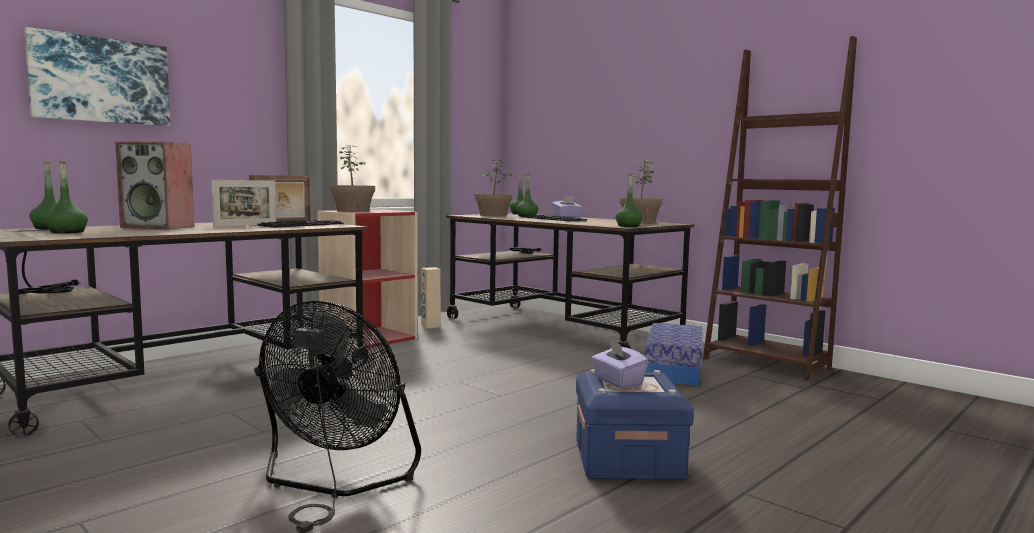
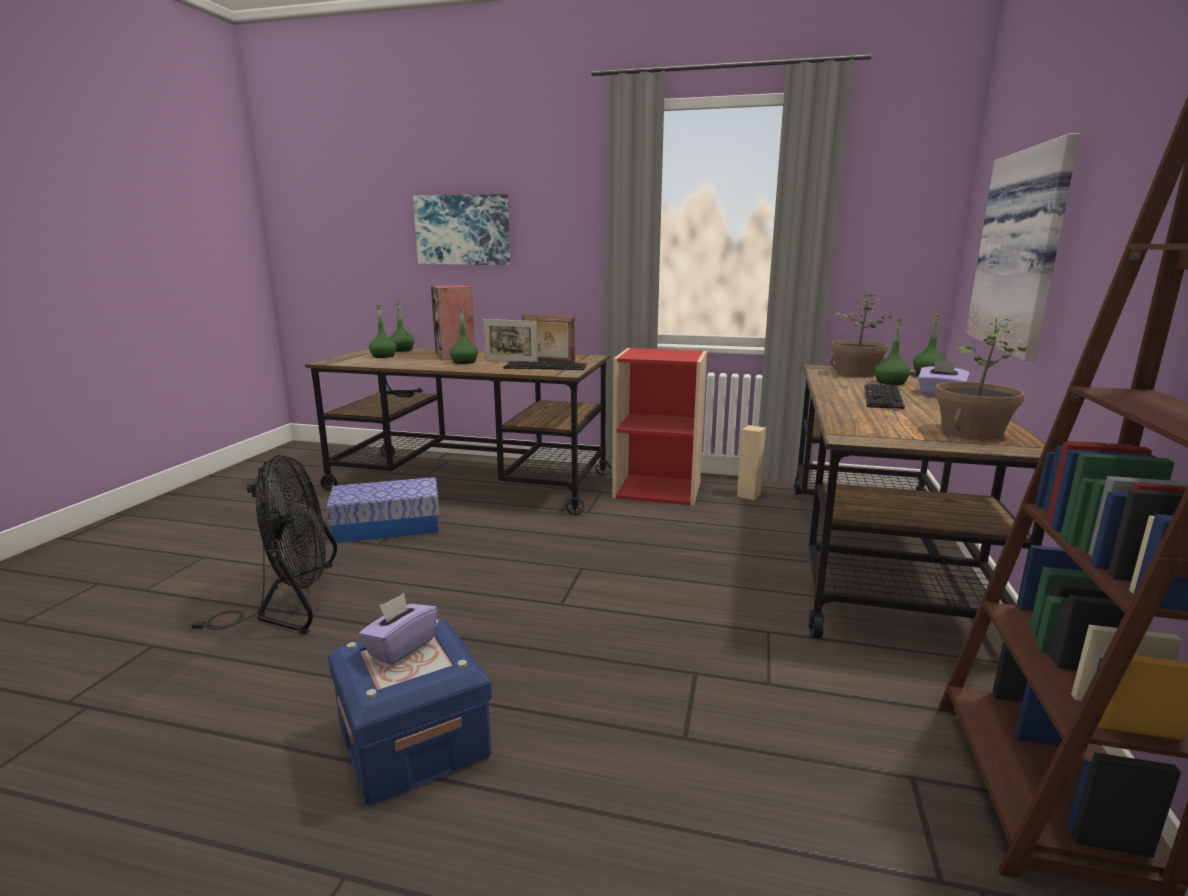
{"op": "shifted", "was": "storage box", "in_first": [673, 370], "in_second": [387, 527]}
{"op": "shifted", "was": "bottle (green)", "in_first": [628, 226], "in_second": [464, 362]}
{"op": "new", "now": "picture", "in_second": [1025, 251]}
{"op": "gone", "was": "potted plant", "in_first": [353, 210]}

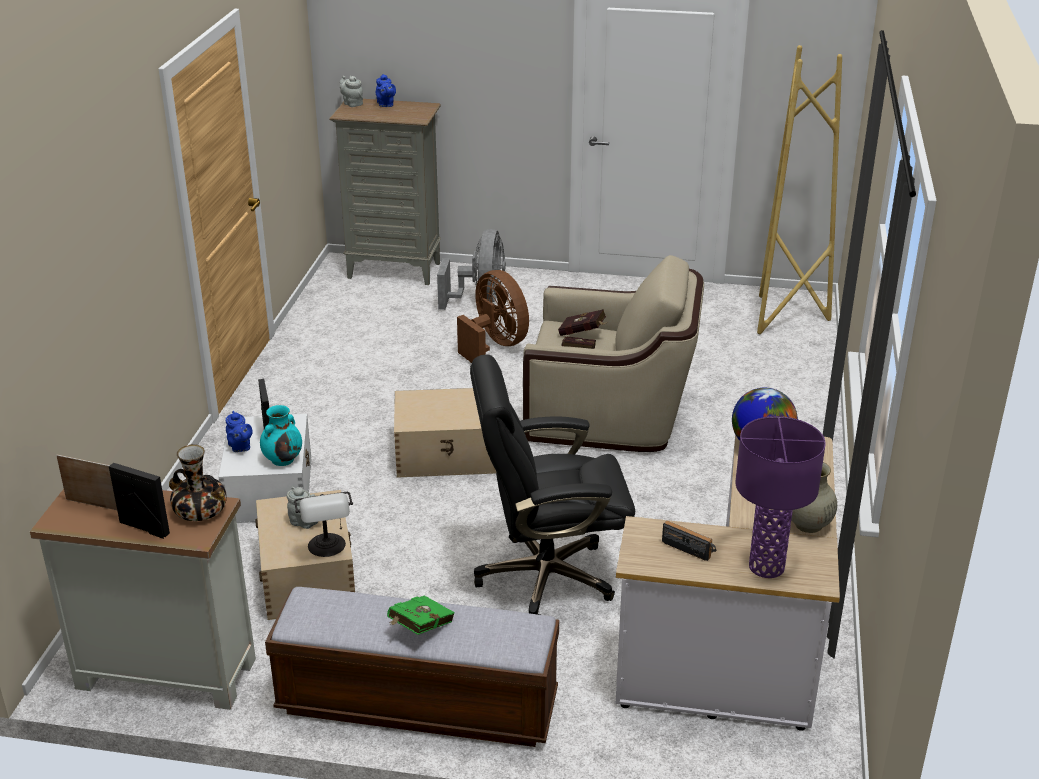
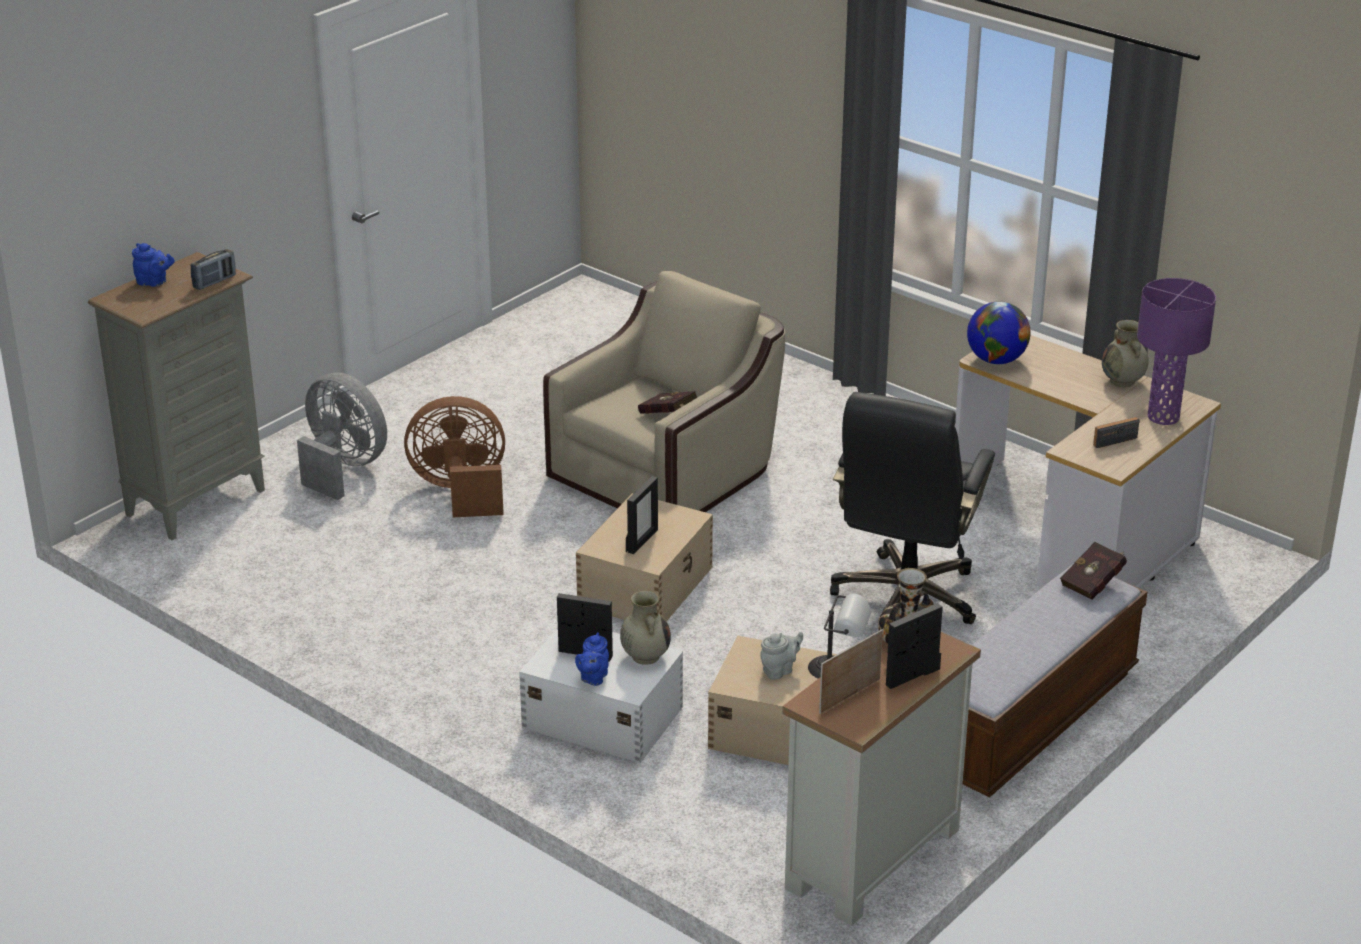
{"op": "new", "now": "radio", "in_second": [214, 282]}
{"op": "rotated", "was": "teapot (blue)", "in_first": [240, 447], "in_second": [593, 678], "clockwise": 105}
{"op": "repainted", "was": "vase (turquoise)", "now": "vase (beige)", "in_first": [283, 459], "in_second": [645, 656]}
{"op": "new", "now": "picture frame", "in_second": [642, 540]}
{"op": "shifted", "was": "book (red)", "in_first": [583, 334], "in_second": [1094, 583]}
{"op": "gone", "was": "teapot (grey)", "in_first": [352, 103]}
{"op": "gone", "was": "book (green)", "in_first": [419, 628]}
{"op": "gone", "was": "clothes rack (yellow)", "in_first": [783, 317]}

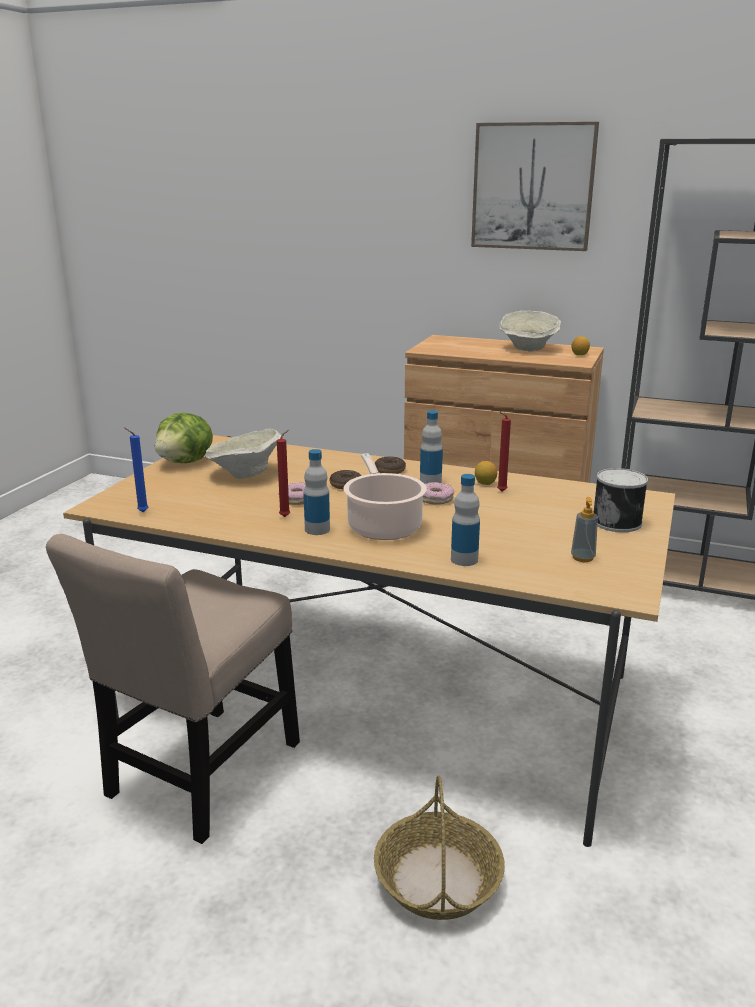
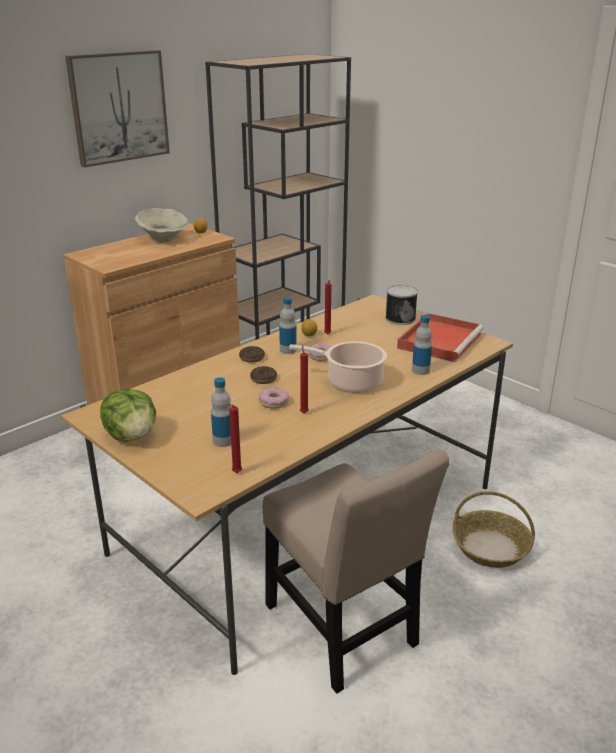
{"op": "shifted", "was": "bottle", "in_first": [317, 529], "in_second": [223, 441]}
{"op": "repainted", "was": "candle (blue)", "now": "candle (red)", "in_first": [141, 512], "in_second": [236, 474]}
{"op": "swapped", "was": "soap dispenser", "now": "tray (red)", "in_first": [582, 558], "in_second": [440, 340]}
{"op": "gone", "was": "bowl (beige)", "in_first": [245, 474]}

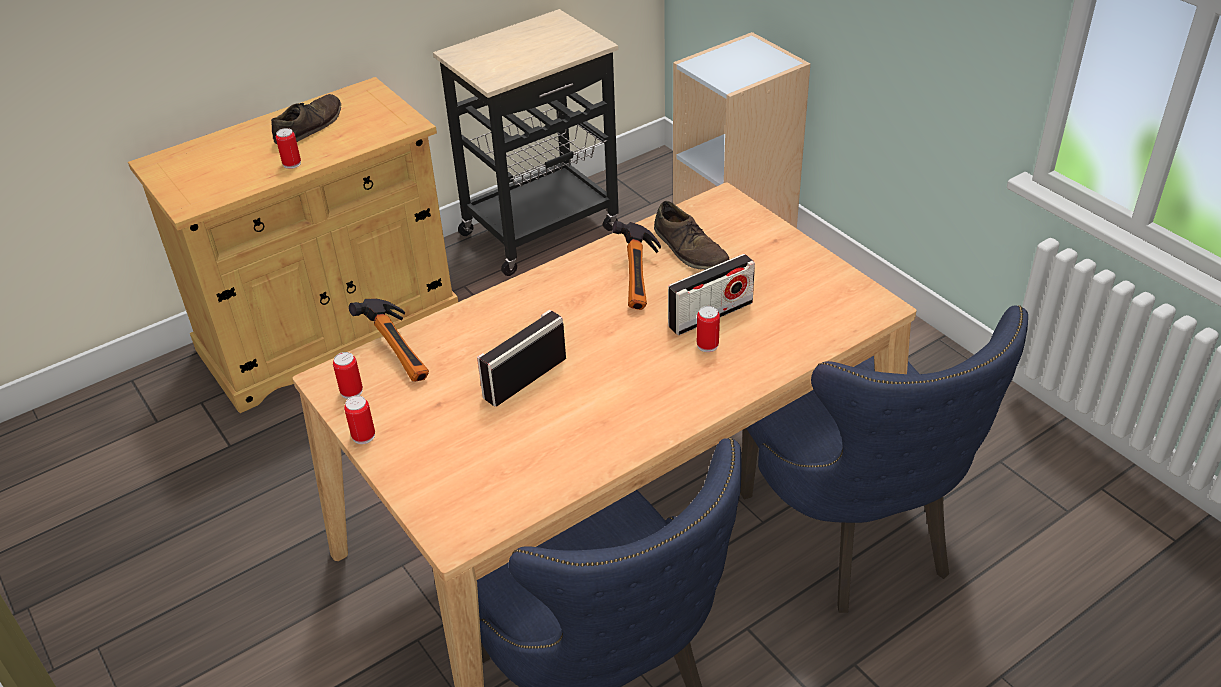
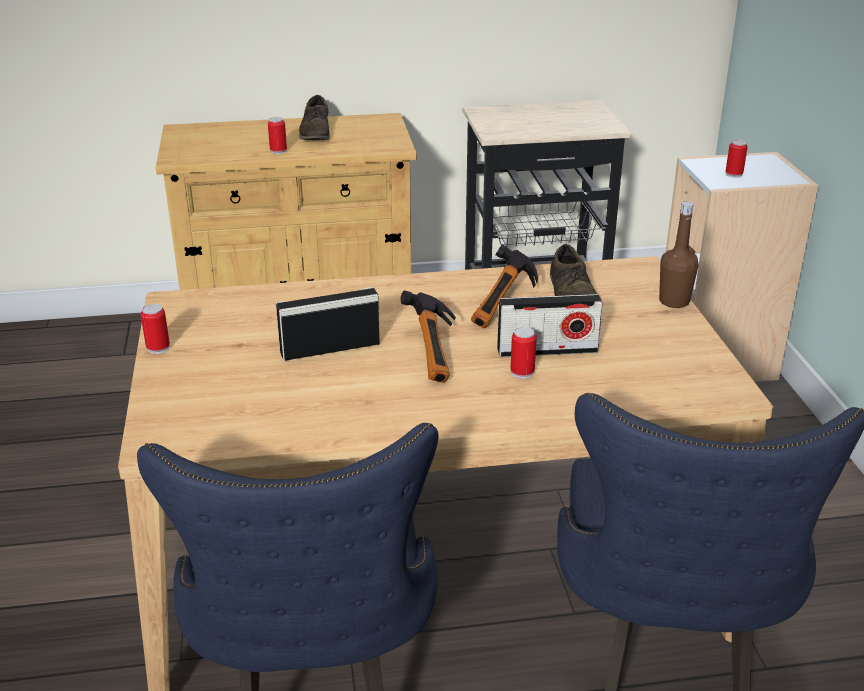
{"op": "rotated", "was": "shoe (brown)", "in_first": [309, 126], "in_second": [316, 131], "clockwise": 120}
{"op": "shifted", "was": "hammer", "in_first": [402, 351], "in_second": [437, 353]}
{"op": "new", "now": "bottle (brown)", "in_second": [674, 301]}
{"op": "shifted", "was": "can", "in_first": [351, 391], "in_second": [733, 174]}

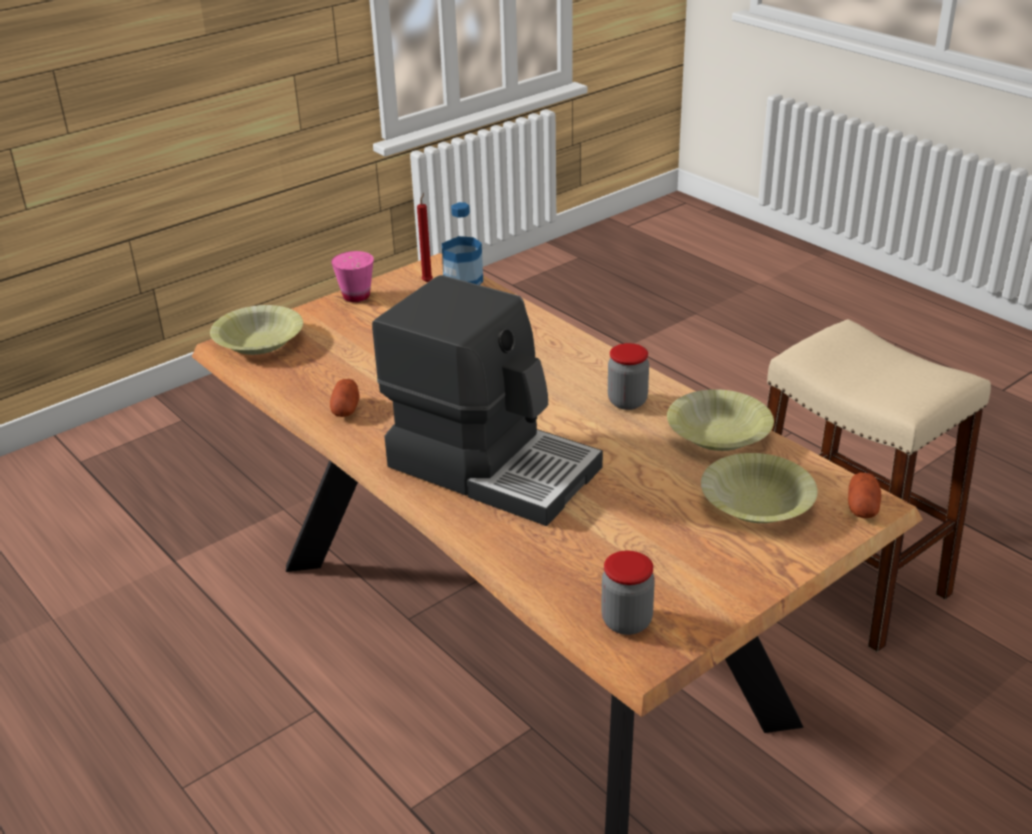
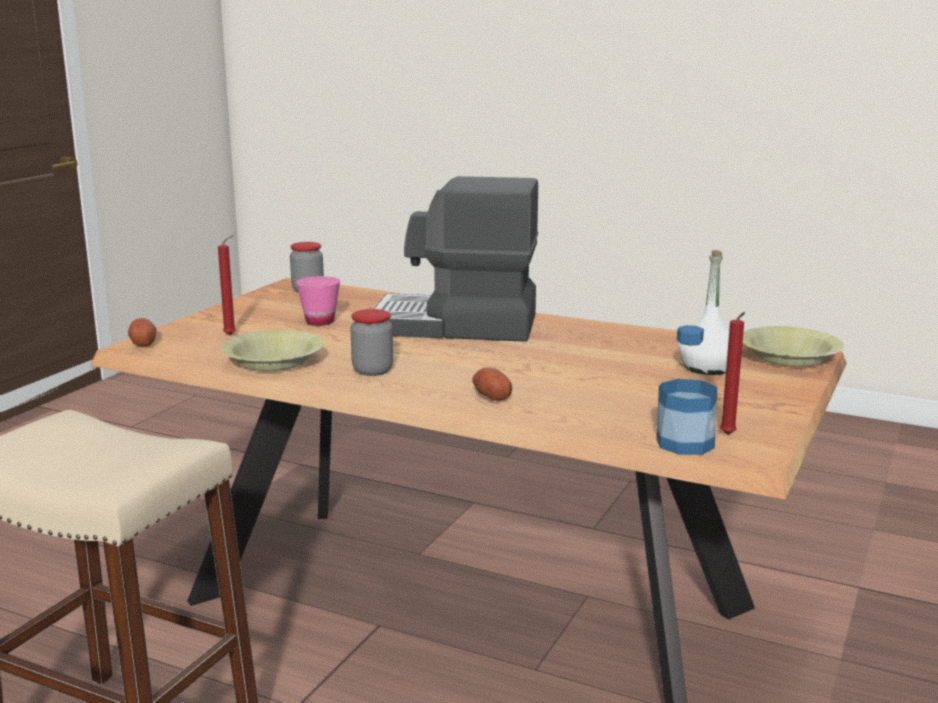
{"op": "swapped", "was": "bowl (yellow)", "now": "candle (red)", "in_first": [756, 503], "in_second": [232, 335]}
{"op": "shifted", "was": "cup (pink)", "in_first": [356, 296], "in_second": [320, 322]}
{"op": "shifted", "was": "potato", "in_first": [346, 409], "in_second": [491, 396]}
{"op": "new", "now": "bottle (white)", "in_second": [707, 367]}

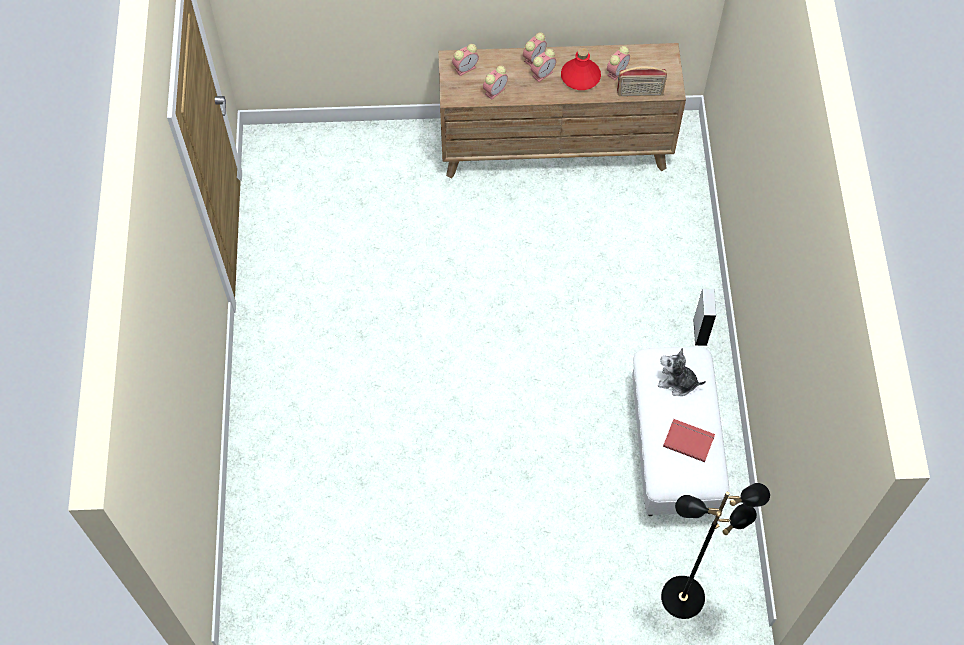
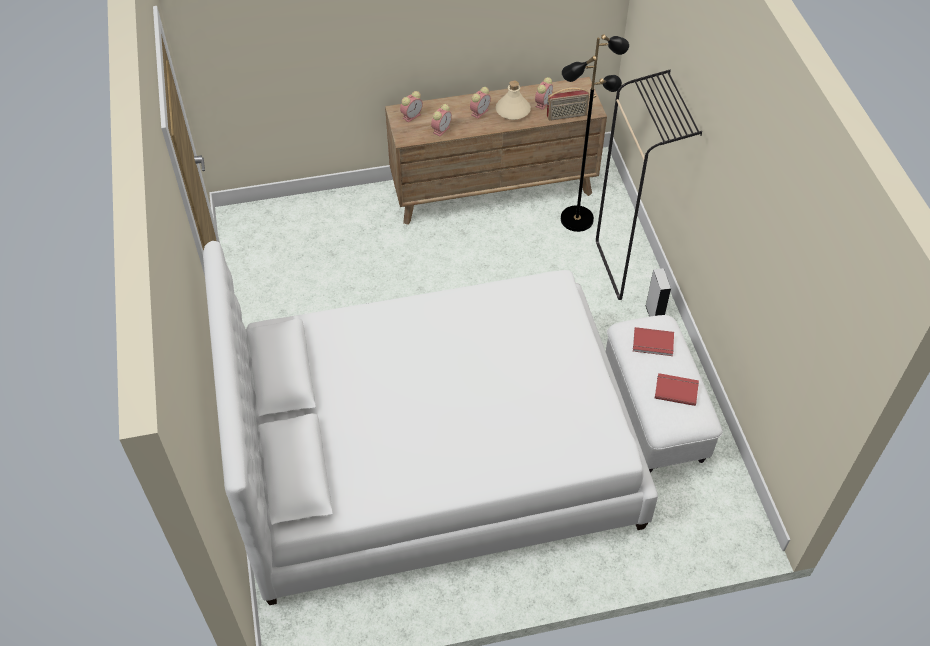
{"op": "new", "now": "bed (white)", "in_second": [433, 453]}
{"op": "repainted", "was": "bottle (red)", "now": "bottle (beige)", "in_first": [580, 77], "in_second": [512, 110]}
{"op": "shifted", "was": "floor lamp (black)", "in_first": [683, 596], "in_second": [576, 218]}
{"op": "new", "now": "clothes rack (black)", "in_second": [629, 267]}
{"op": "swapped", "was": "plush toy", "now": "book (red)", "in_first": [677, 382], "in_second": [653, 344]}
{"op": "gone", "was": "alarm clock", "in_first": [534, 57]}

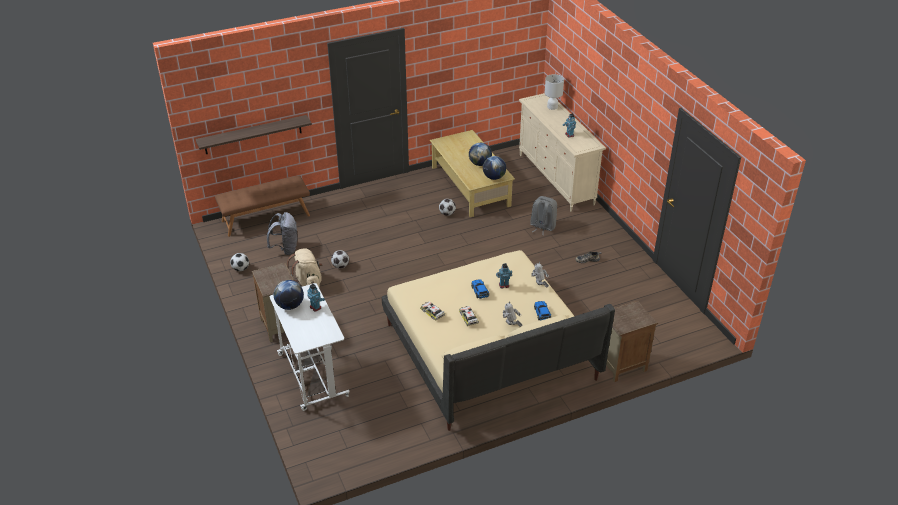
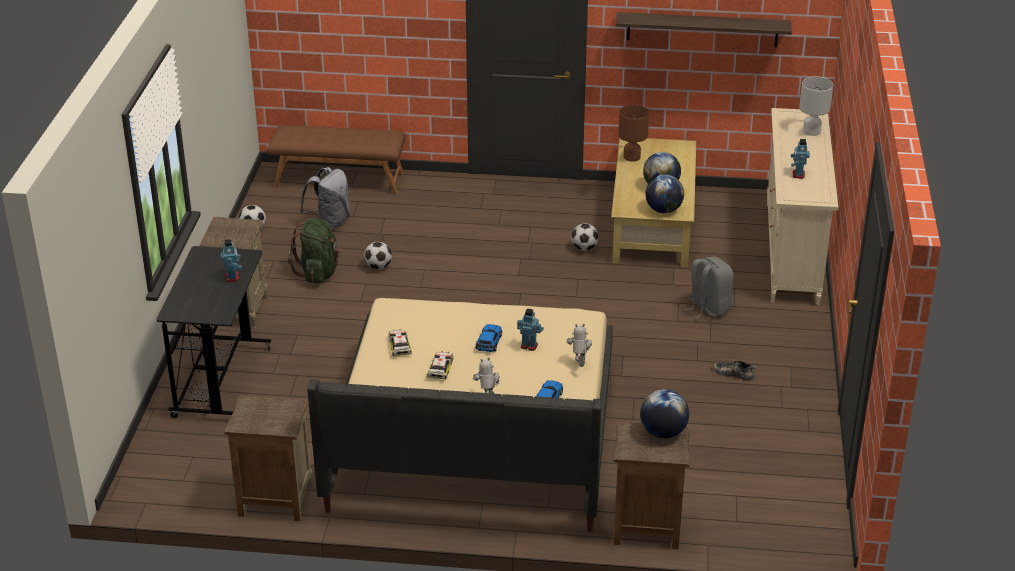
{"op": "repainted", "was": "desk (white)", "now": "desk (black)", "in_first": [312, 375], "in_second": [222, 382]}
{"op": "new", "now": "nightstand (beige)", "in_second": [275, 499]}
{"op": "repainted", "was": "backpack (beige)", "now": "backpack (green)", "in_first": [308, 282], "in_second": [318, 273]}
{"op": "shifted", "was": "shelf", "in_first": [253, 135], "in_second": [702, 29]}
{"op": "new", "now": "table lamp (brown)", "in_second": [631, 157]}
{"op": "shifted", "was": "globe", "in_first": [290, 305], "in_second": [663, 433]}

